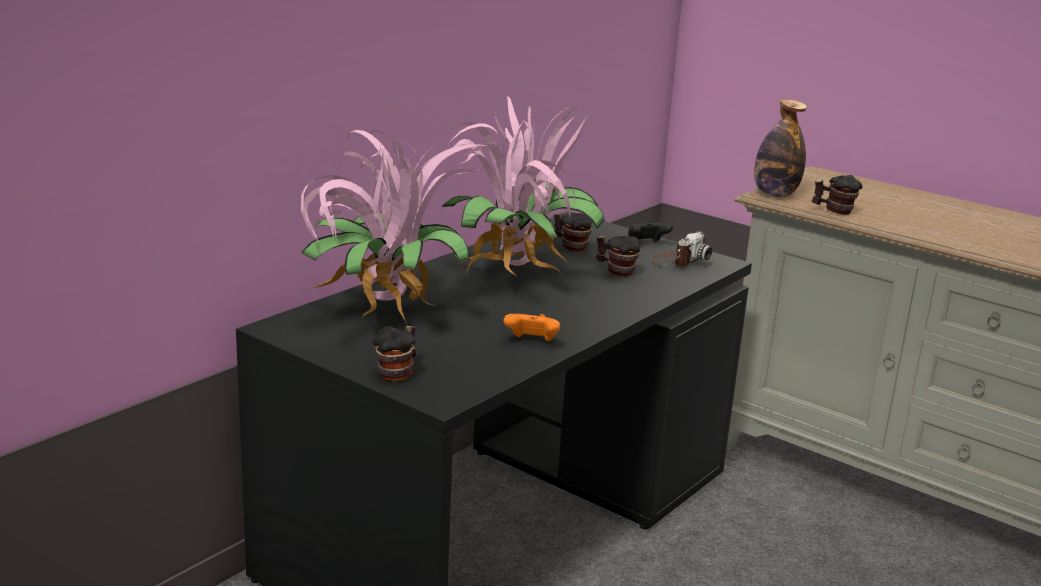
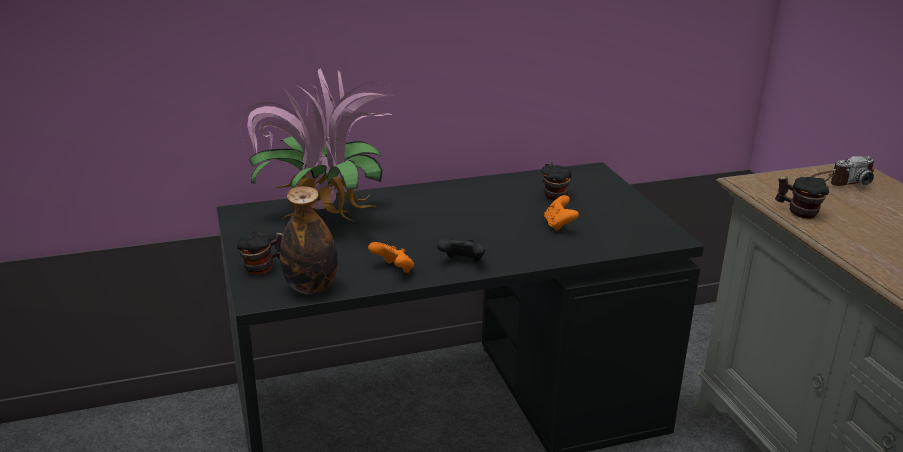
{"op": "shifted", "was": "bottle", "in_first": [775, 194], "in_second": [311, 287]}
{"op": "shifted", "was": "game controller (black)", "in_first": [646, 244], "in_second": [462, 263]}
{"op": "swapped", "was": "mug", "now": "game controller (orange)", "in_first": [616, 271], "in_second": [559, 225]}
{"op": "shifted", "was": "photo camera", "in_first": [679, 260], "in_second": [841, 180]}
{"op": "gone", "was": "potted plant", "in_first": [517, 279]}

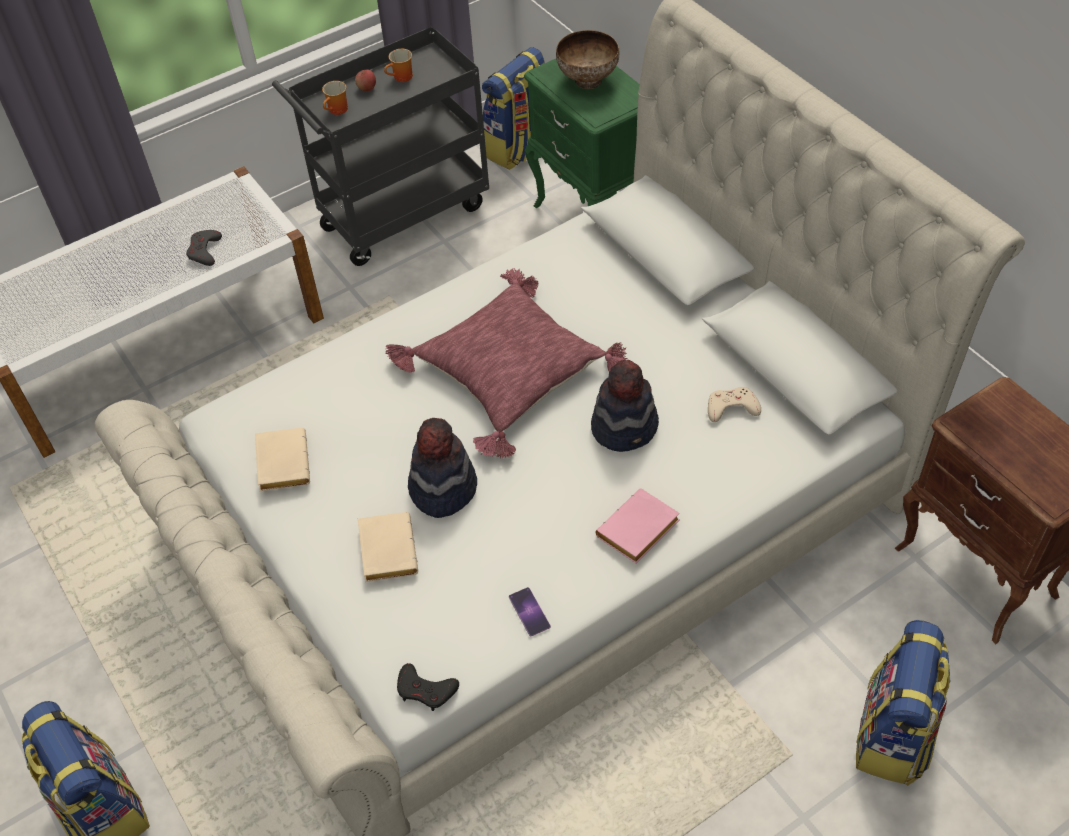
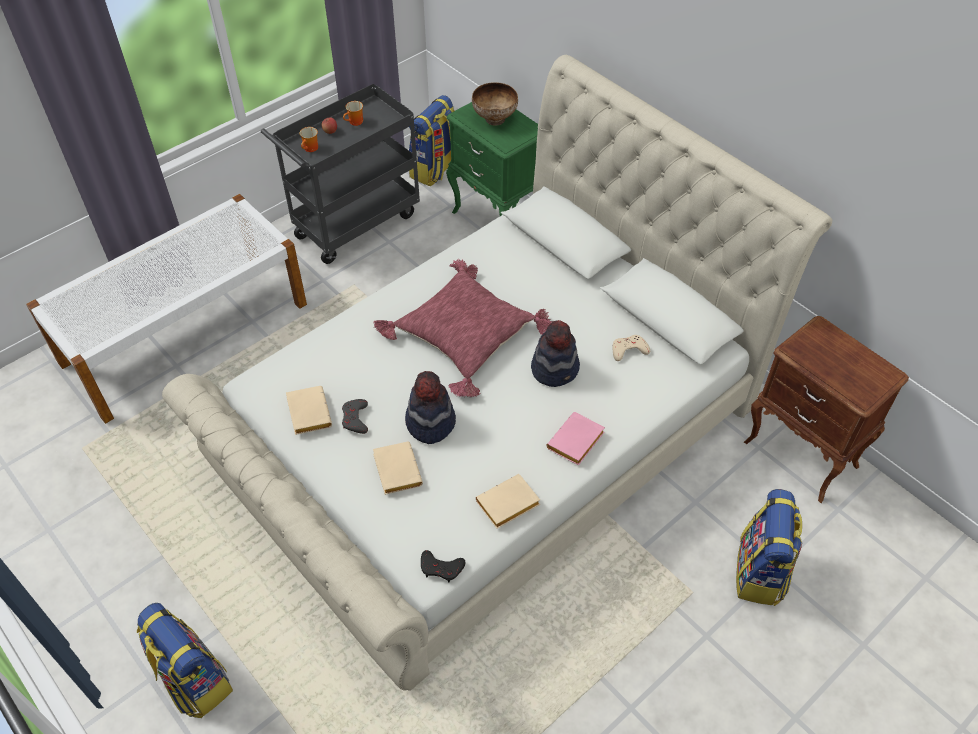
{"op": "shifted", "was": "game controller (grey)", "in_first": [205, 251], "in_second": [355, 419]}
{"op": "swapped", "was": "phone", "now": "book (beige)", "in_first": [529, 612], "in_second": [507, 506]}

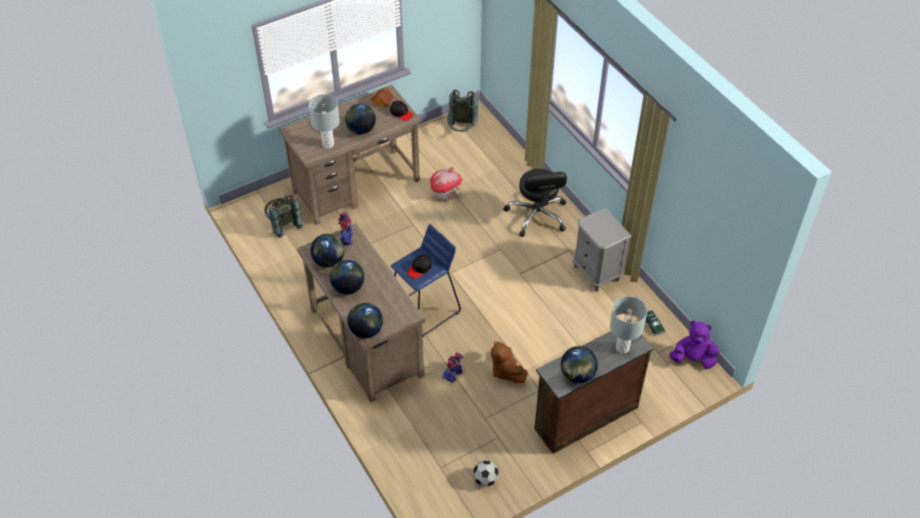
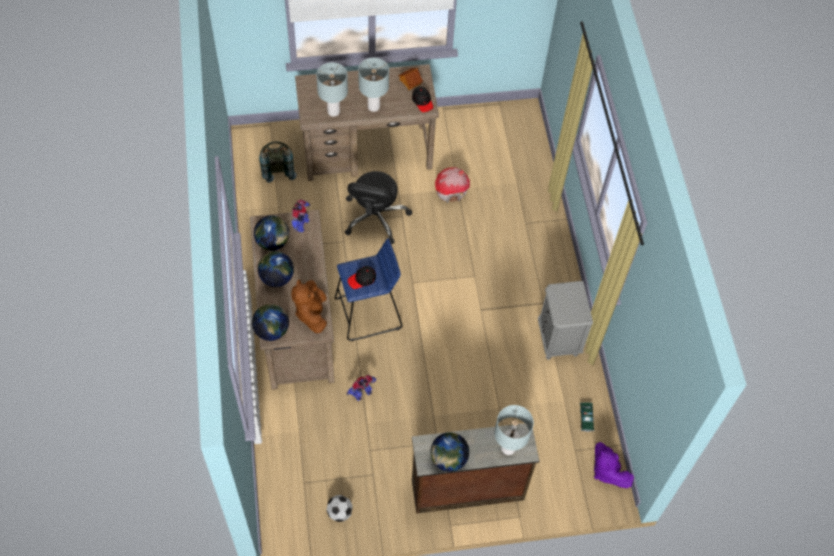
{"op": "shifted", "was": "plush toy (brown)", "in_first": [506, 371], "in_second": [311, 313]}
{"op": "shifted", "was": "office chair (black)", "in_first": [537, 217], "in_second": [375, 219]}
{"op": "swapped", "was": "globe", "now": "table lamp (grey)", "in_first": [361, 130], "in_second": [373, 106]}
{"op": "rotated", "was": "plush toy (purple)", "in_first": [693, 359], "in_second": [607, 471], "clockwise": -150}
{"op": "gone", "was": "backpack (grey)", "in_first": [461, 131]}

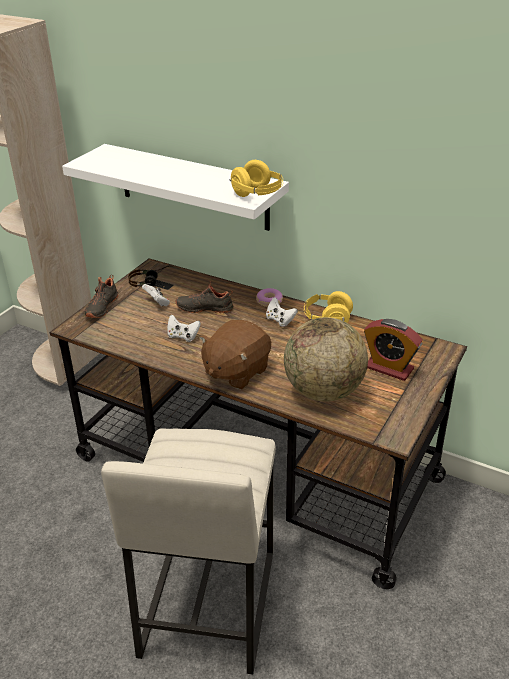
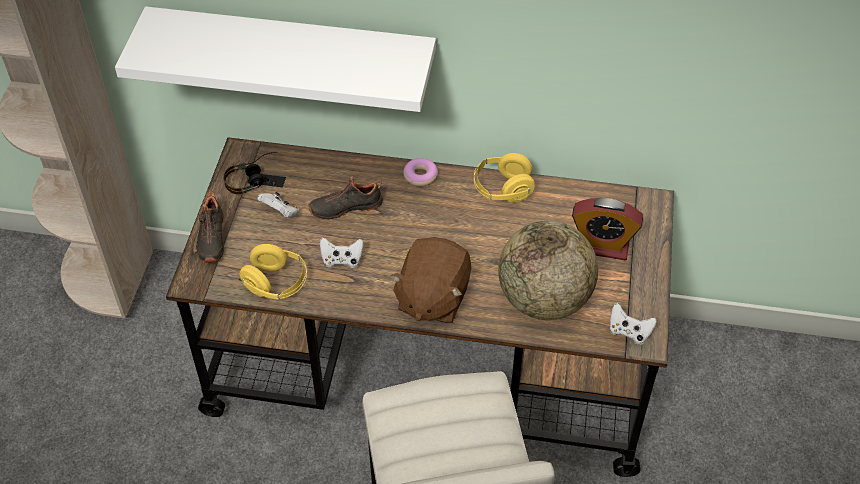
{"op": "shifted", "was": "headphones (yellow)", "in_first": [257, 194], "in_second": [276, 284]}
{"op": "shifted", "was": "game controller (white)", "in_first": [280, 320], "in_second": [629, 332]}

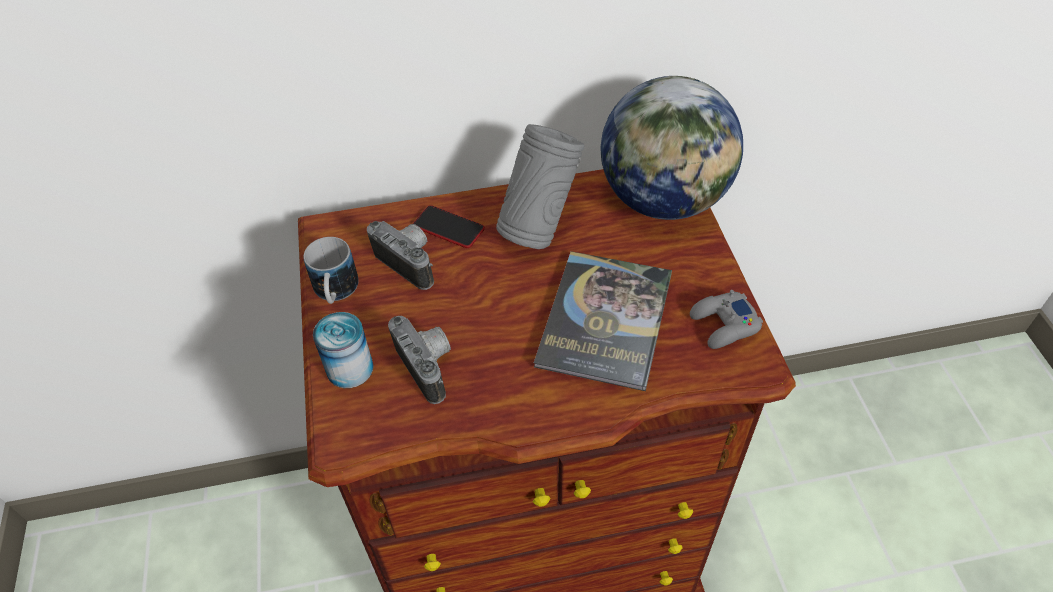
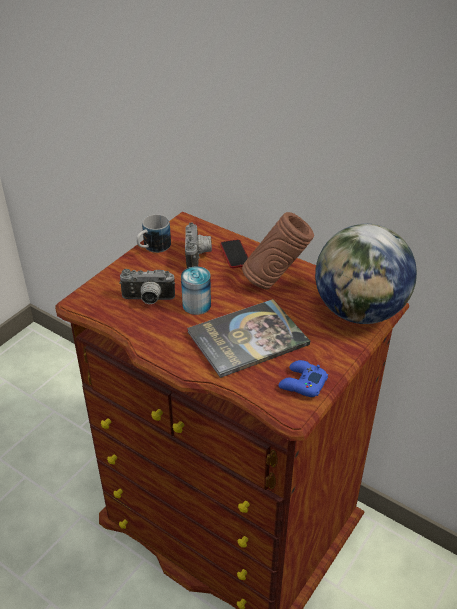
{"op": "rotated", "was": "photo camera", "in_first": [429, 366], "in_second": [148, 300], "clockwise": 75}
{"op": "shifted", "was": "can", "in_first": [350, 368], "in_second": [196, 305]}
{"op": "repainted", "was": "vase (grey)", "now": "vase (brown)", "in_first": [539, 229], "in_second": [275, 282]}
{"op": "repainted", "was": "game controller (grey)", "now": "game controller (blue)", "in_first": [724, 325], "in_second": [302, 383]}

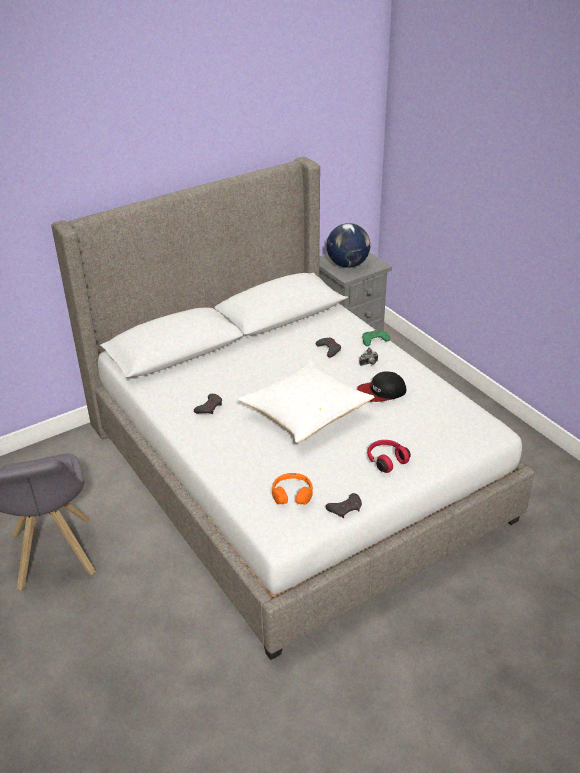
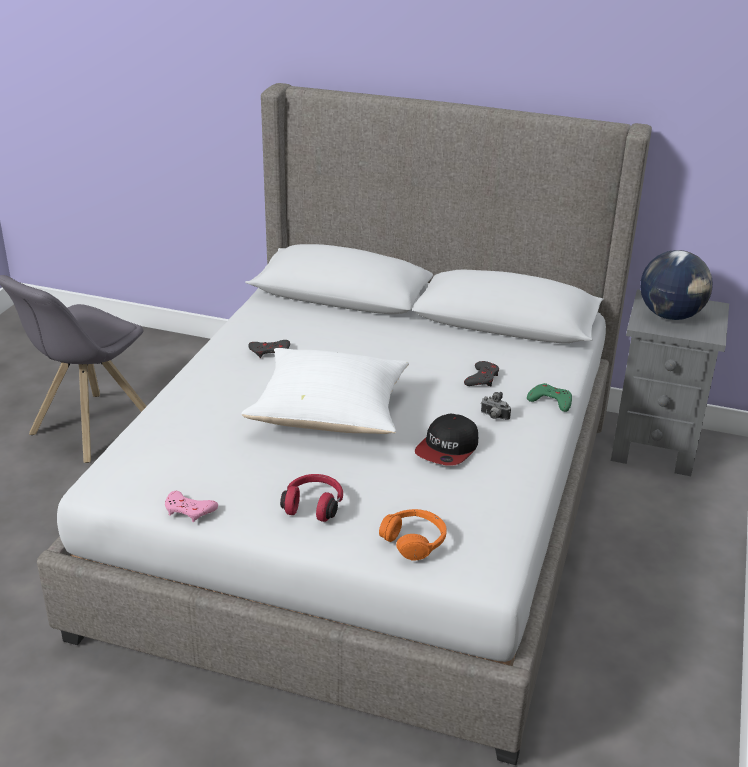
{"op": "repainted", "was": "game controller (grey)", "now": "game controller (pink)", "in_first": [345, 508], "in_second": [189, 510]}
{"op": "shifted", "was": "headphones (orange)", "in_first": [292, 494], "in_second": [414, 541]}
{"op": "rotated", "was": "cap", "in_first": [381, 392], "in_second": [448, 449], "clockwise": -90}

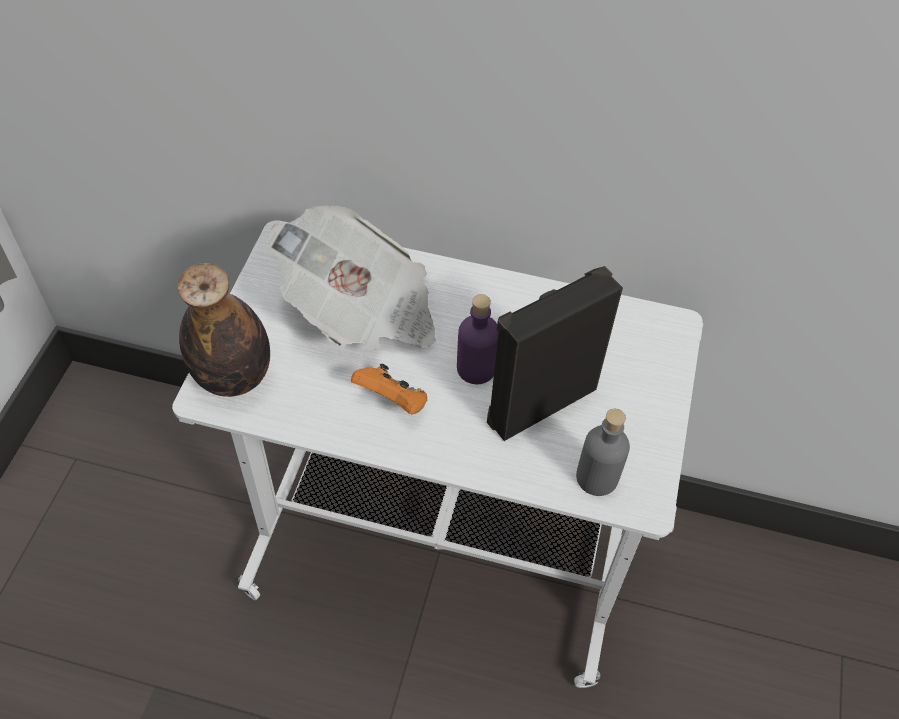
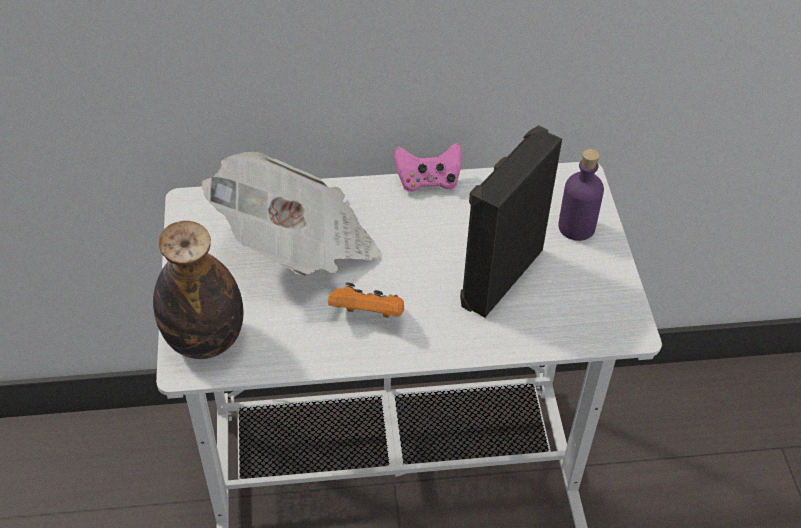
{"op": "new", "now": "game controller (pink)", "in_second": [428, 181]}
{"op": "shifted", "was": "bottle (purple)", "in_first": [476, 368], "in_second": [576, 227]}
{"op": "gone", "was": "bottle (grey)", "in_first": [597, 477]}

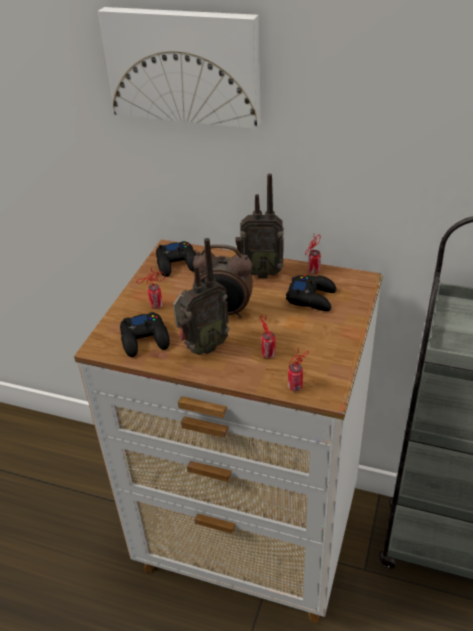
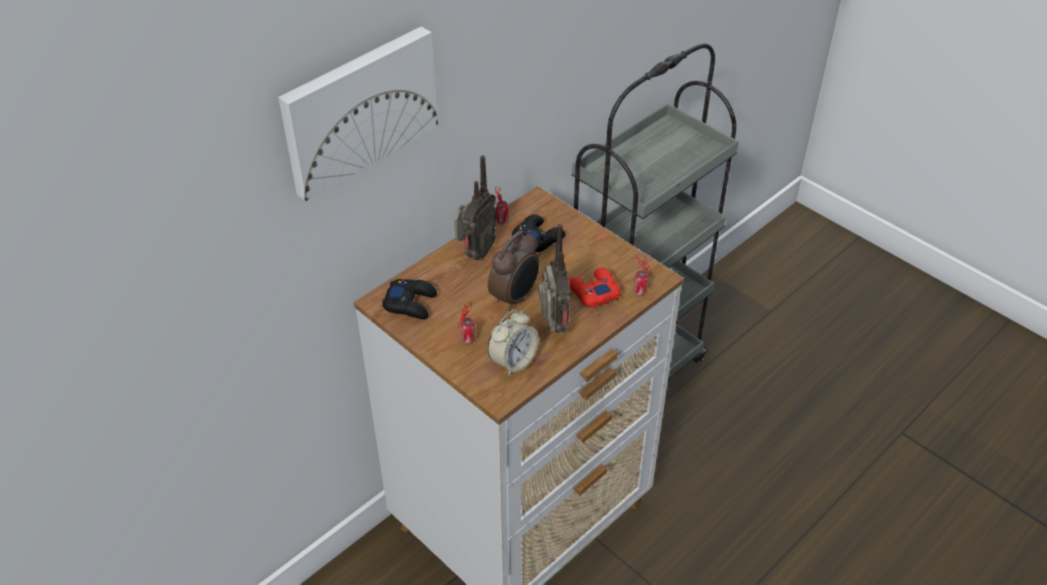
{"op": "swapped", "was": "game controller (black)", "now": "alarm clock", "in_first": [145, 339], "in_second": [513, 362]}
{"op": "swapped", "was": "can", "now": "game controller (red)", "in_first": [269, 356], "in_second": [593, 292]}

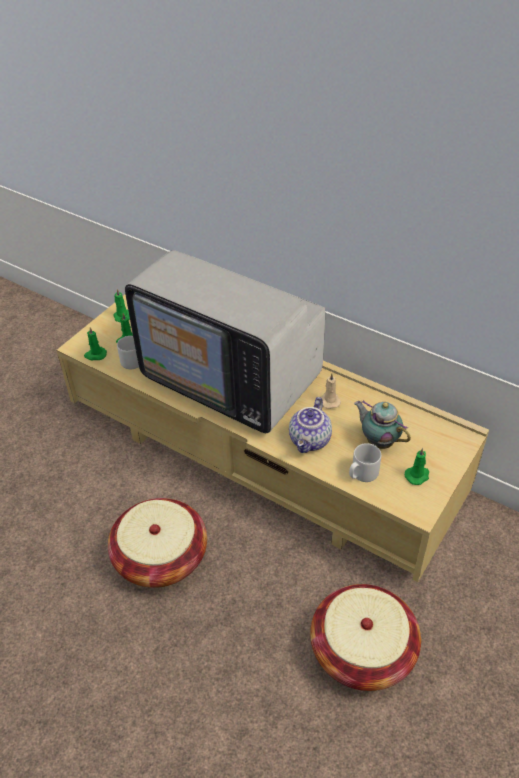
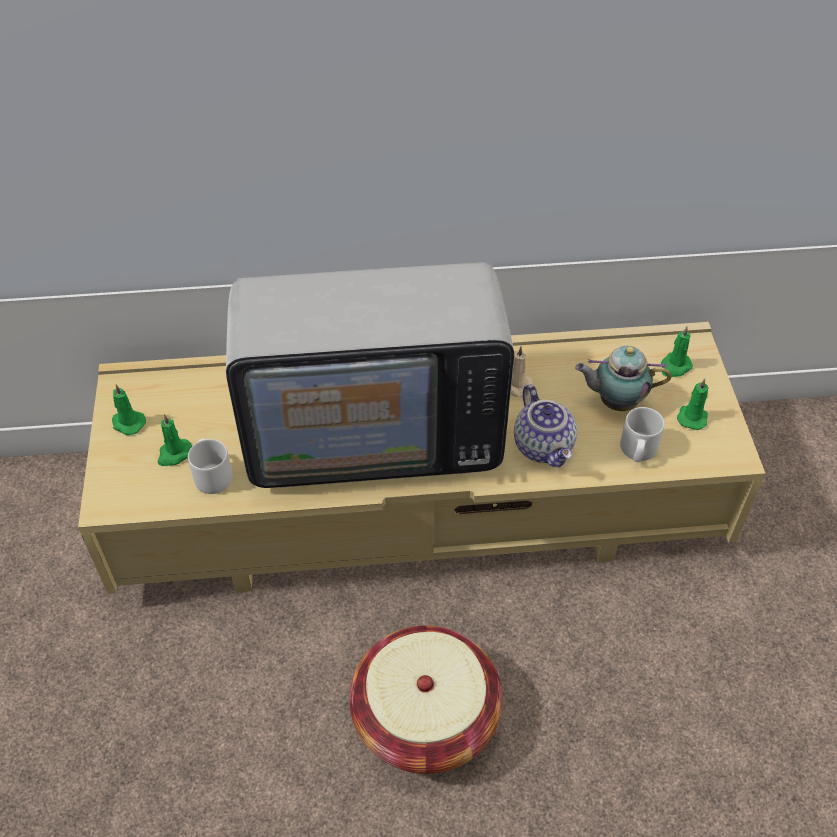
{"op": "shifted", "was": "candle (green)", "in_first": [95, 355], "in_second": [674, 367]}
{"op": "gone", "was": "basket", "in_first": [362, 651]}

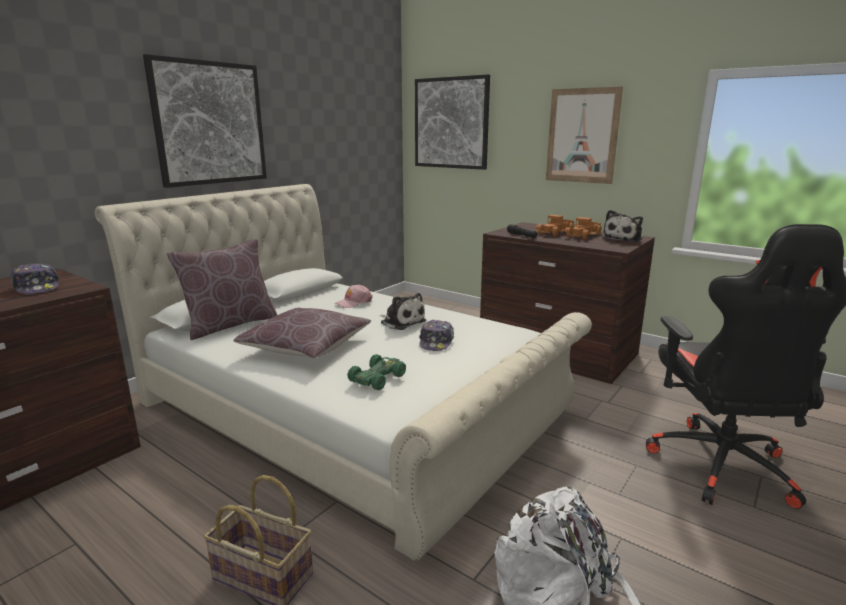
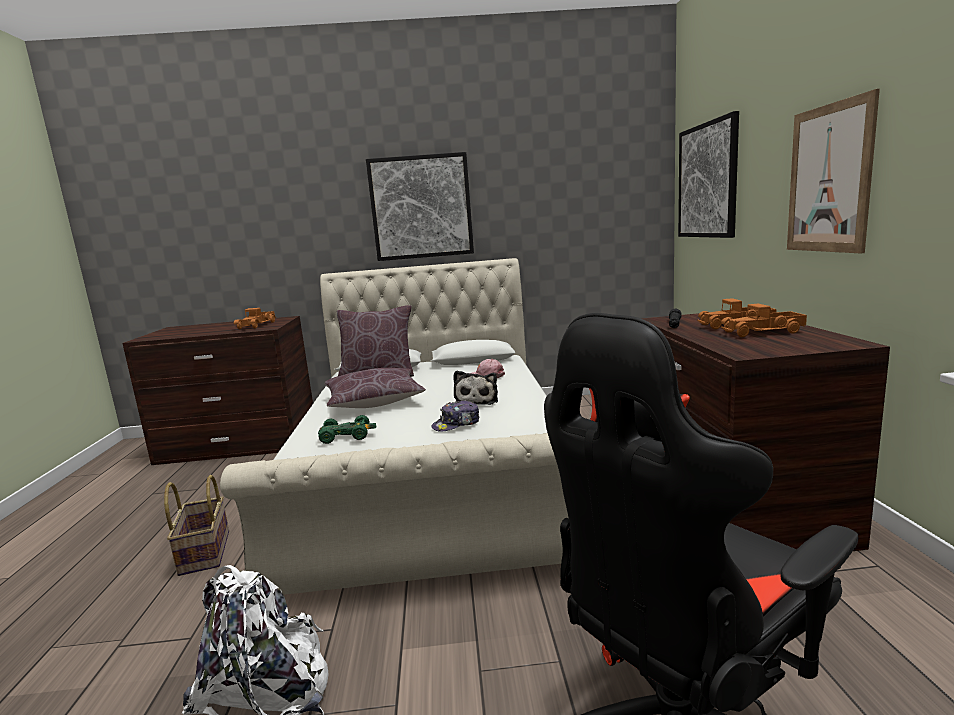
{"op": "swapped", "was": "cap", "now": "toy truck", "in_first": [37, 288], "in_second": [257, 325]}
{"op": "gone", "was": "plush toy", "in_first": [623, 239]}

